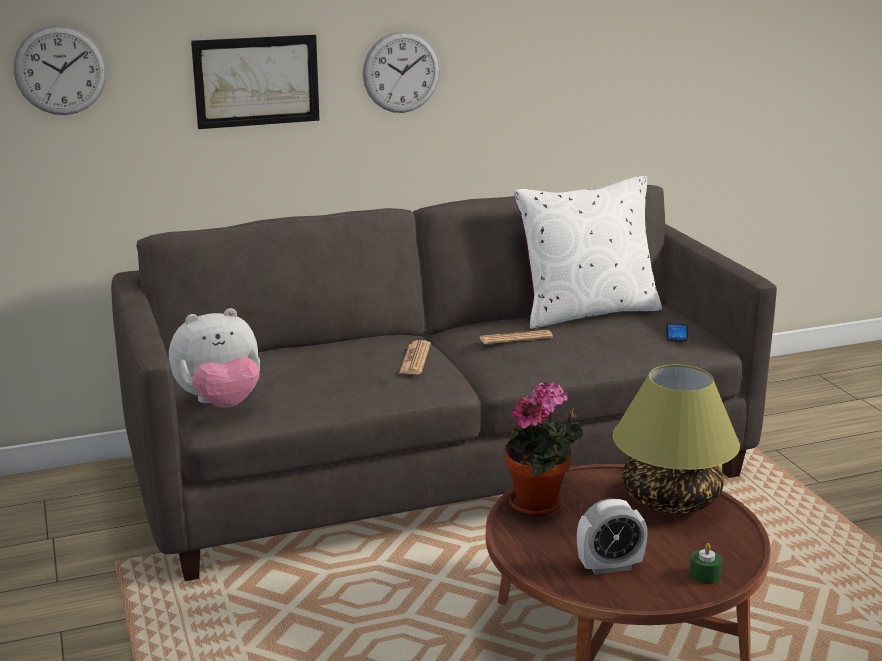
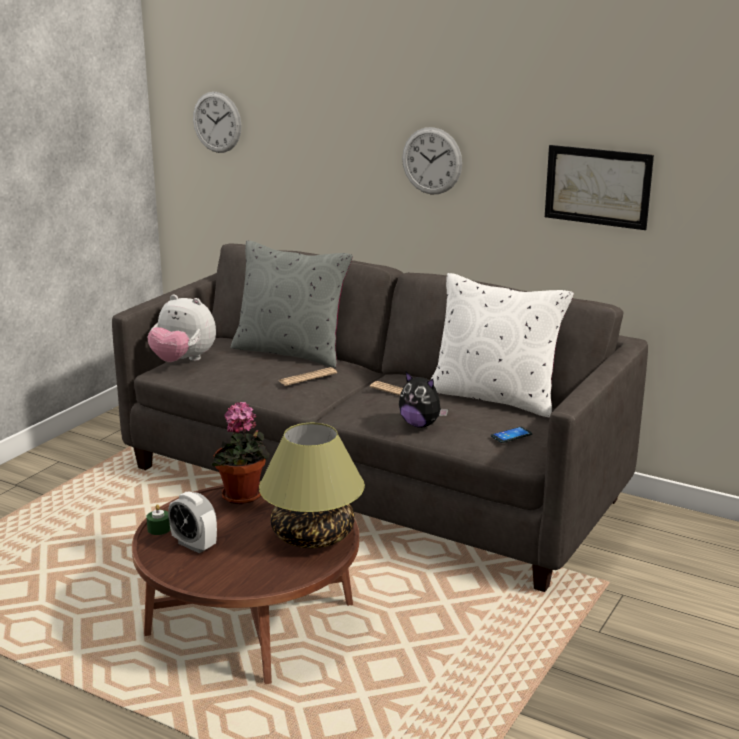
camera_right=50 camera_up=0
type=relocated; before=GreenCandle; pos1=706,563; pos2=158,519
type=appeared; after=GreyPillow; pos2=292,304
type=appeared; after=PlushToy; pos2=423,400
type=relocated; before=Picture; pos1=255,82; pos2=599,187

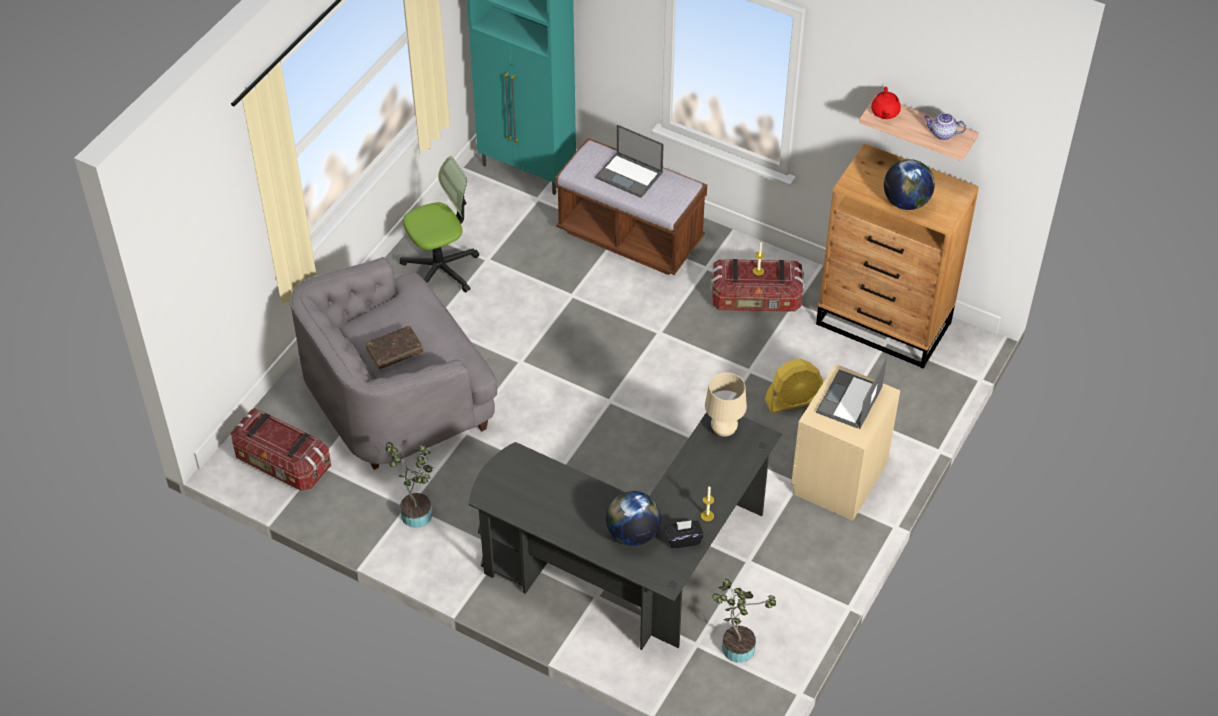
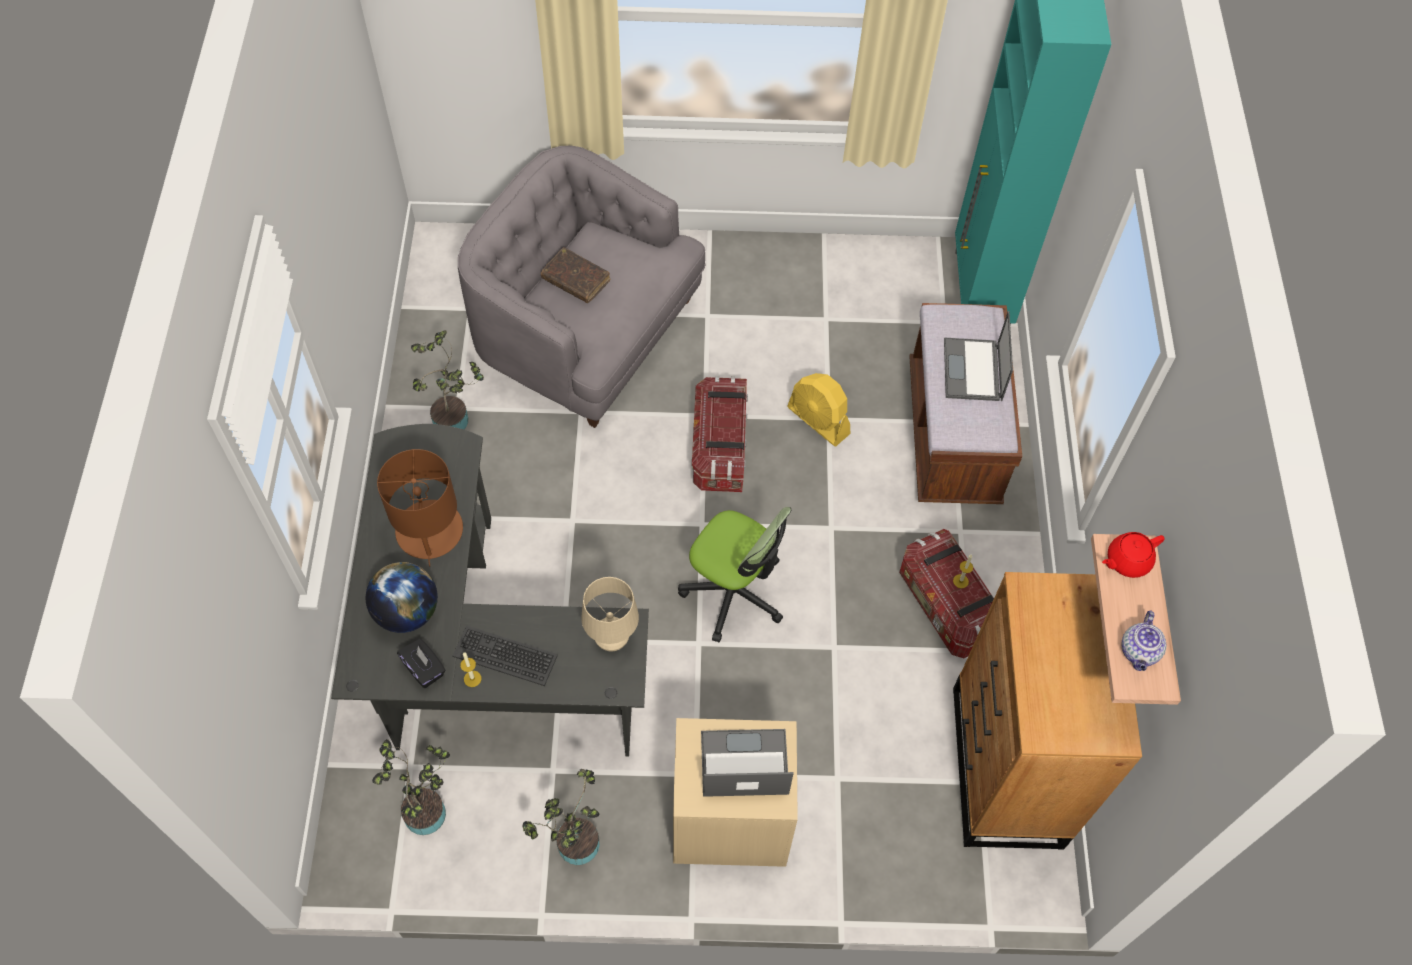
camera_right=60 camera_up=10
type=appeared; after=BrownTableLamp; pos2=420,507
type=appeared; after=Keyboard; pos2=505,656
type=appeared; after=PottedPlant; pos2=561,817
type=relocated; before=OfficeChair; pos1=439,225; pos2=734,574
type=relocated; before=StorageBox; pos1=281,449; pos2=720,434
type=relocated; before=YellowFan; pos1=794,386; pos2=818,409
type=spun; before=Teapot; pos1=945,126; pos2=1143,641; turn=-150
type=missing; before=Globe; pos1=909,184

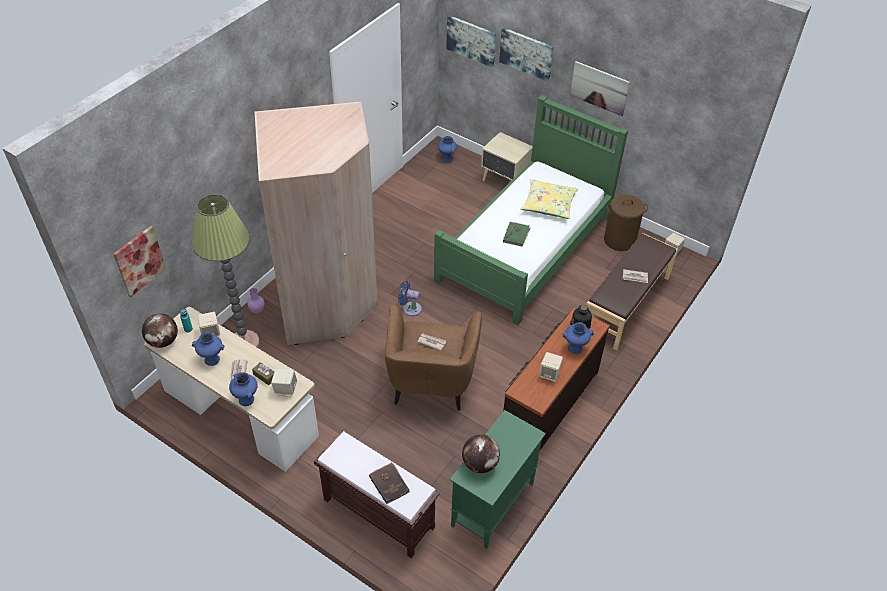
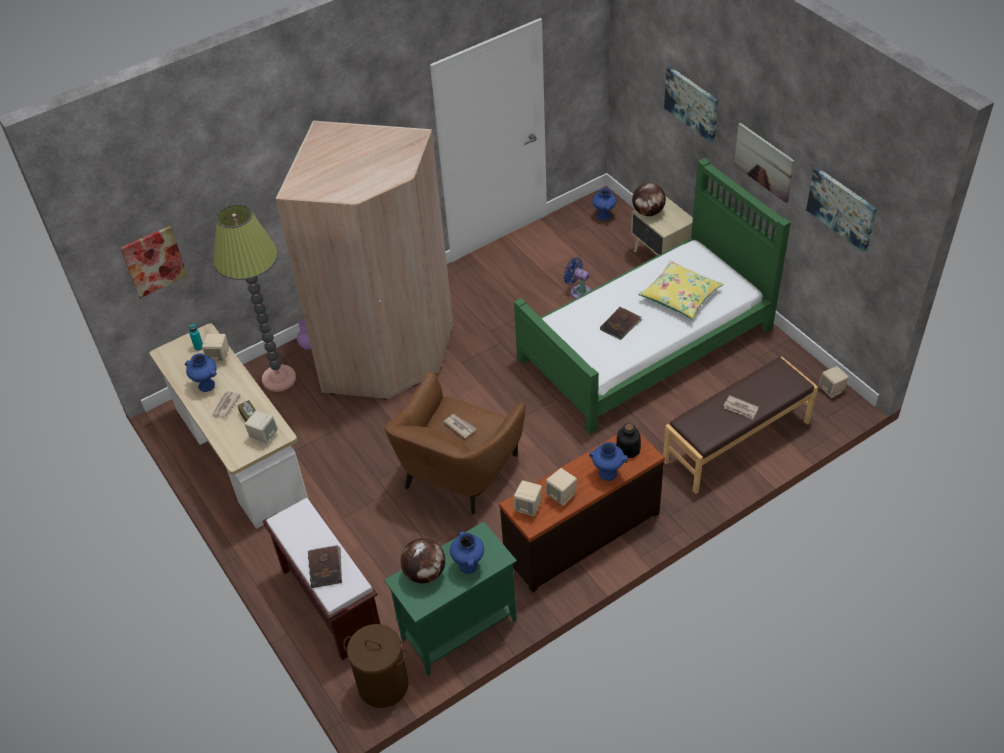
camera_right=25 camera_up=0
type=relocated; before=BrownLaundryBasket; pos1=626,222; pos2=376,666
type=relocated; before=BlueVase; pos1=243,389; pos2=467,552
type=appeared; after=BeigeSpeaker; pos2=528,498
type=relocated; before=BlueFan; pos1=410,298; pos2=577,278
type=colour; before=GreenBook; after=BrownBook; pos1=516,234; pos2=621,323
type=relocated; before=Globe; pos1=160,331; pos2=649,199
type=relocated; before=Picture; pos1=471,41; pos2=841,209

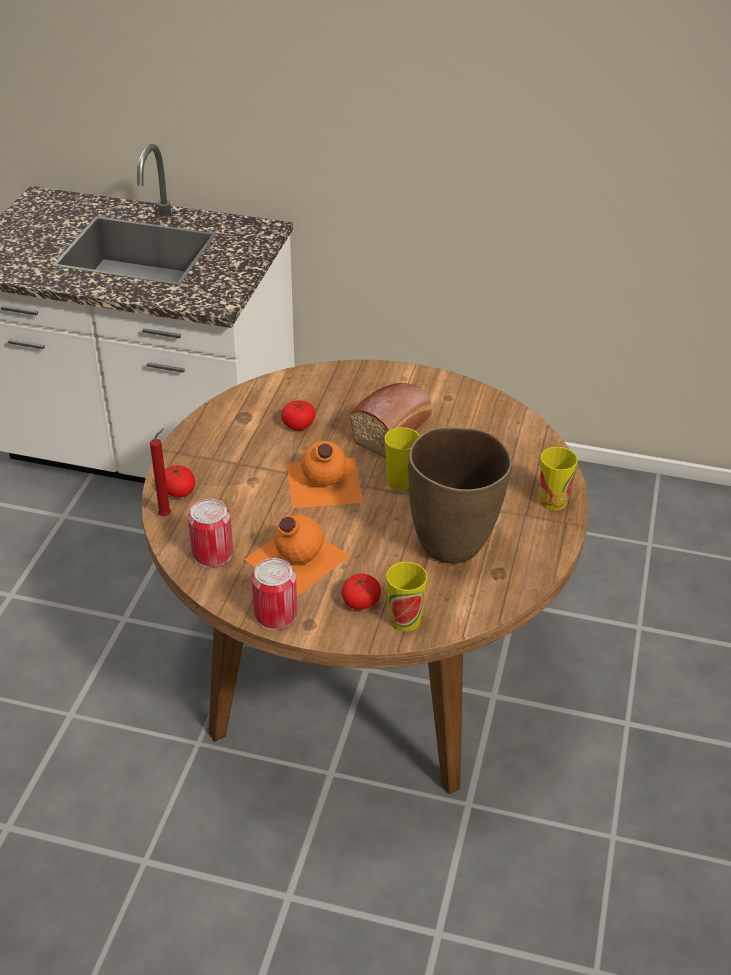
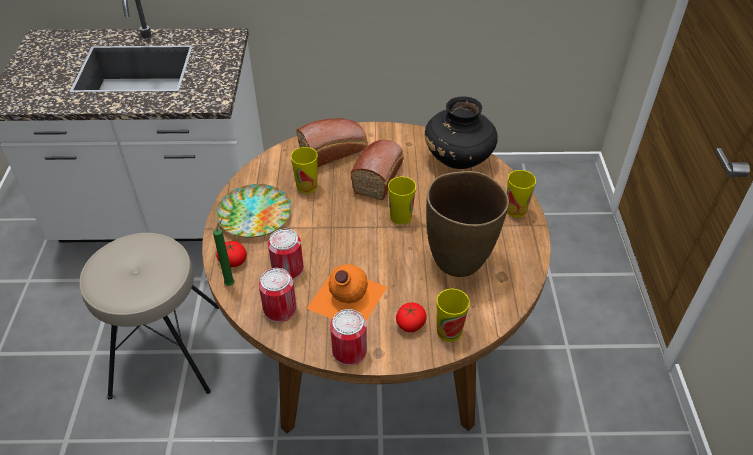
camera_right=-15 camera_up=5
type=appeared; after=BeigeStool; pos2=149,316
type=colour; before=RedCandle; after=GreenCandle; pos1=160,472; pos2=224,252
type=appeared; after=Plate; pos2=254,211
type=appeared; after=Can; pos2=285,254
type=exchanged; before=Tomato; after=Cup; pos1=298,415; pos2=304,170
type=appeared; after=Bread; pos2=332,142
type=appeared; after=BlackVase; pos2=461,132
type=missing; before=OrangeBottle; pos1=325,474

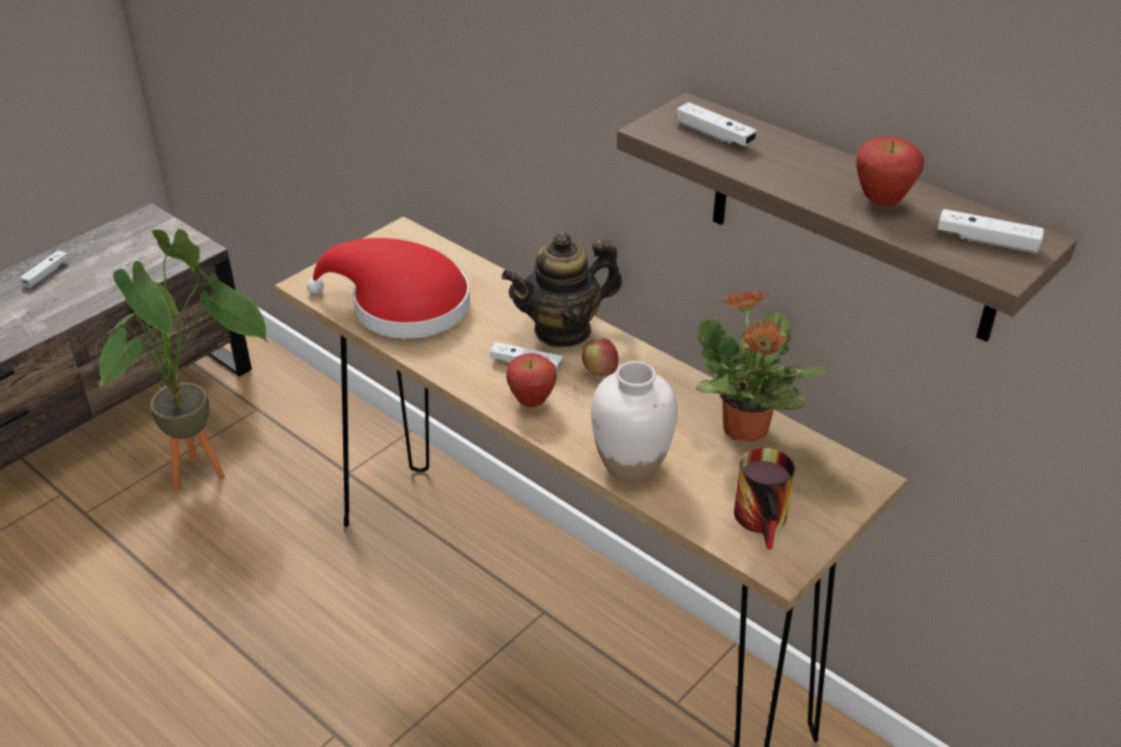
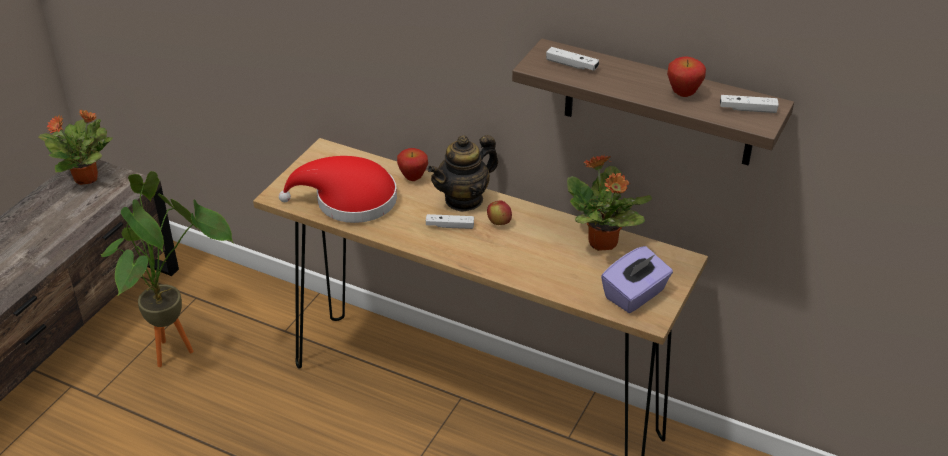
camera_right=-15 camera_up=0
type=appeared; after=PottedPlant; pos2=75,147
type=relocated; before=Apple; pos1=531,380; pos2=412,164
type=exchanged; before=Mug; after=PurpleTissueBox; pos1=764,499; pos2=637,279
type=missing; before=WhiteGameController; pos1=44,269
type=missing; before=WhiteVase; pos1=634,422

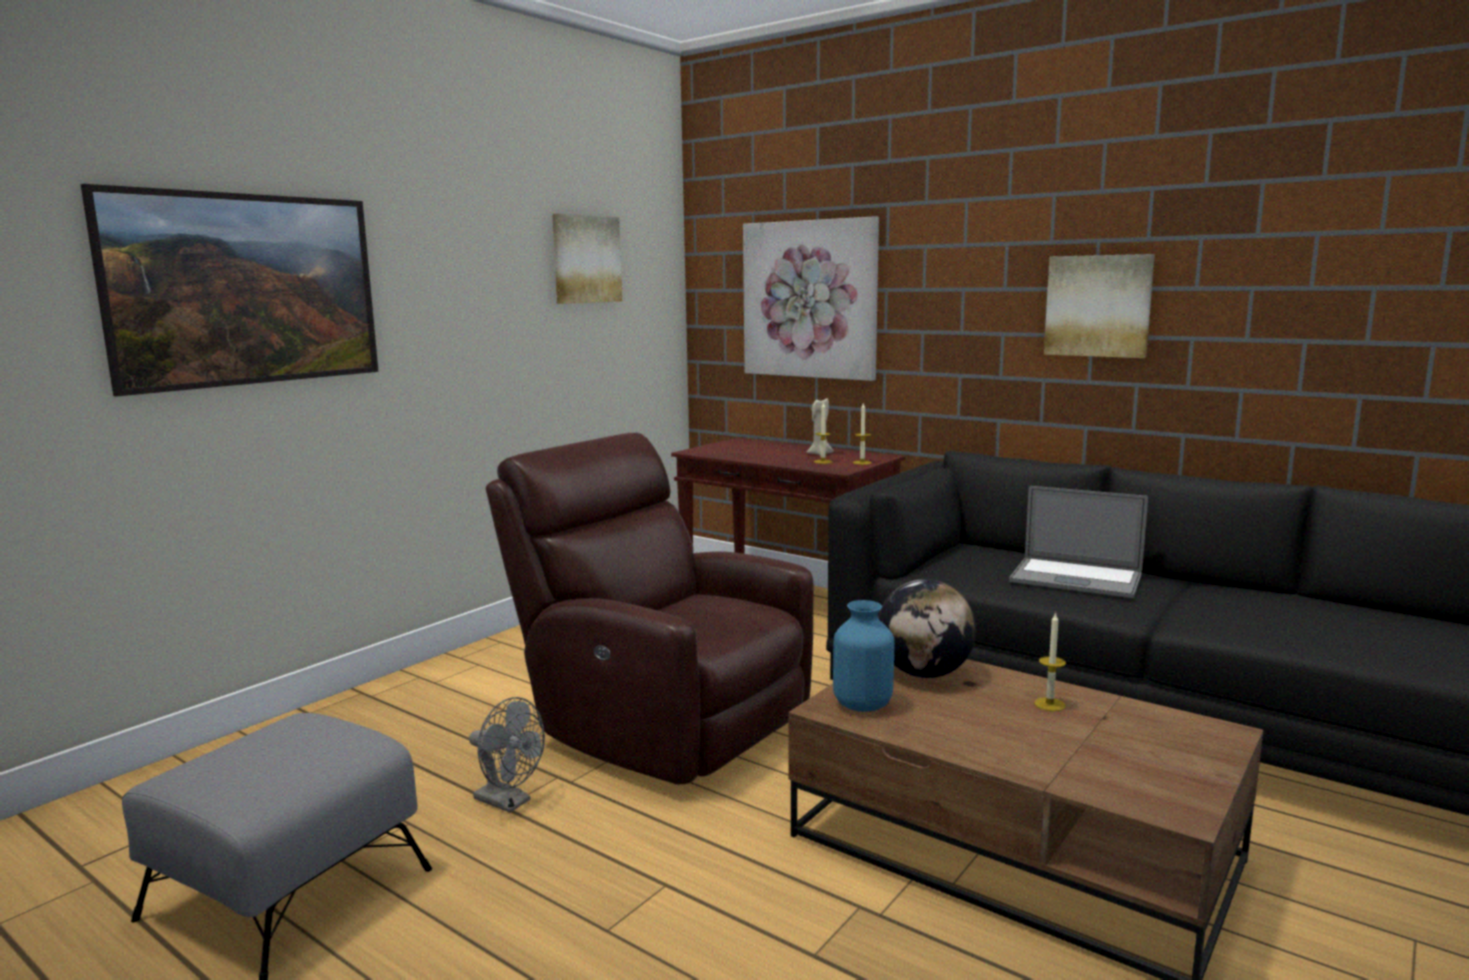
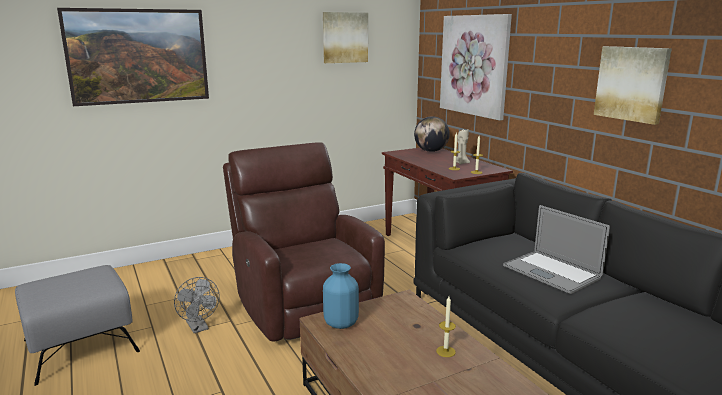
camera_right=25 camera_up=5
type=relocated; before=Globe; pos1=927,628; pos2=432,134

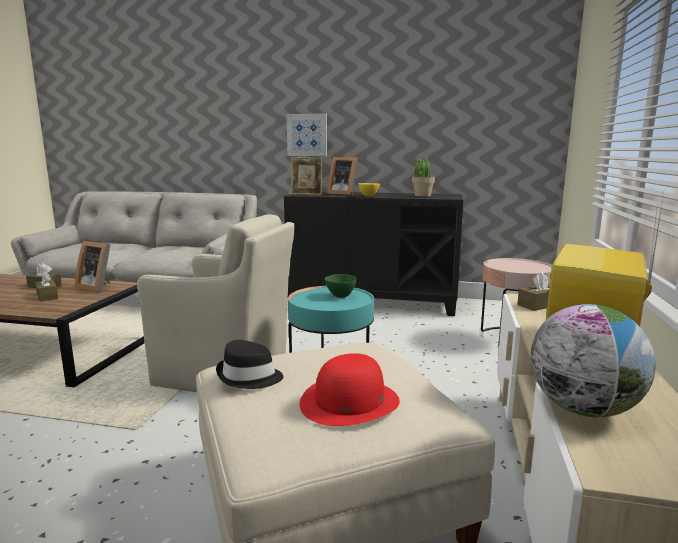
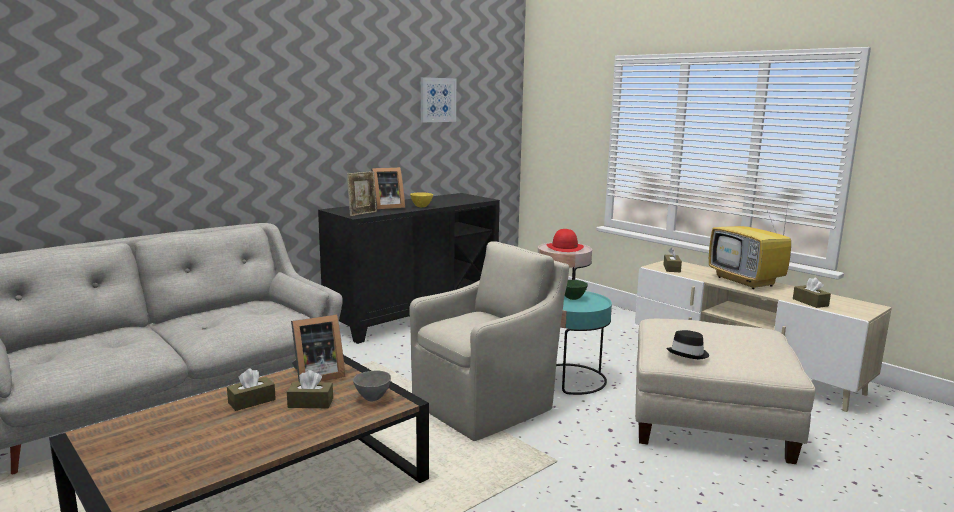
camera_right=-55 camera_up=0
type=appeared; after=GreyBowl; pos2=372,386
type=relocated; before=Picture; pos1=306,134; pos2=438,99
type=relocated; before=RedHat; pos1=350,389; pos2=565,240
type=exchanged; before=Globe; after=BrownTissueBox; pos1=593,360; pos2=812,292
type=missing; before=PottedPlant; pos1=423,177

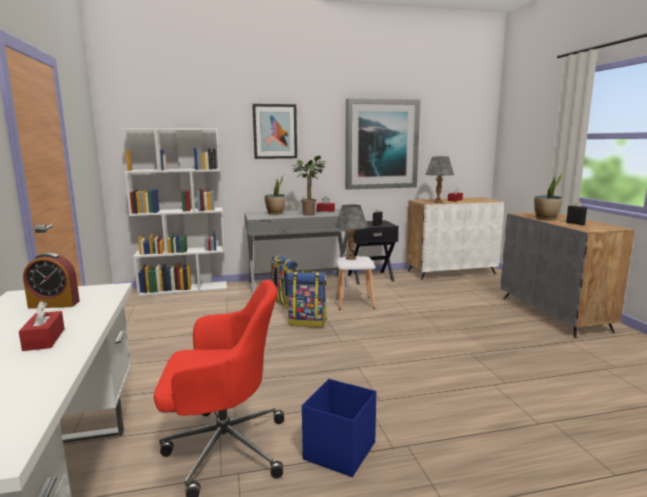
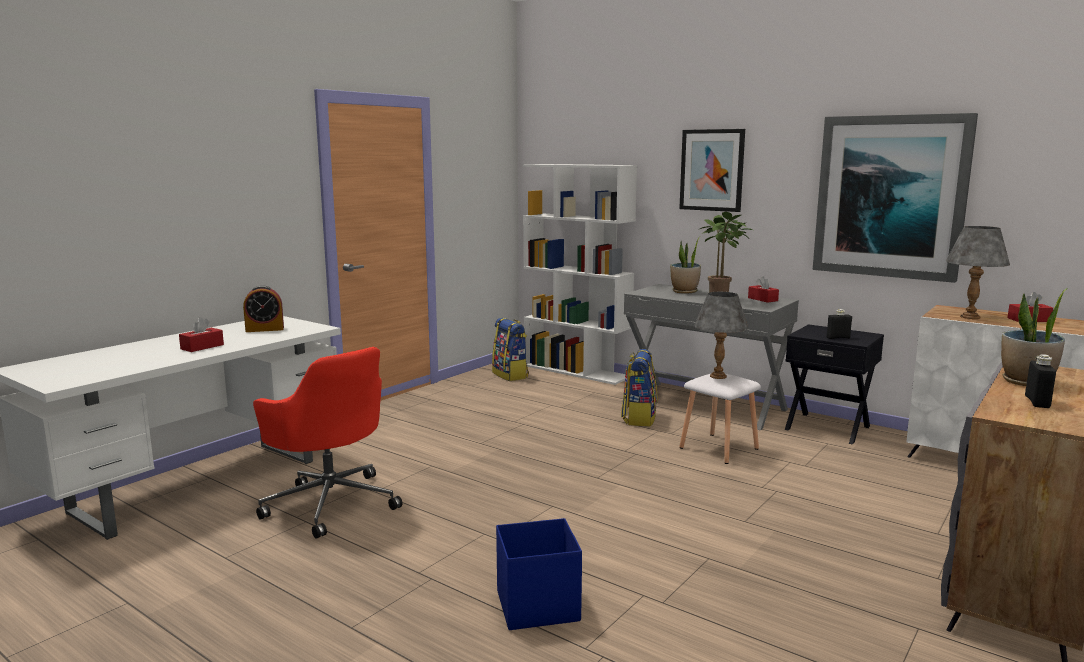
camera_right=50 camera_up=0
type=spun; before=AlarmClock; pos1=51,280; pos2=263,308; turn=-60
type=relocated; before=Backpack; pos1=307,299; pos2=510,349
type=relocated; before=BlueStorageBox; pos1=339,428; pos2=539,574

